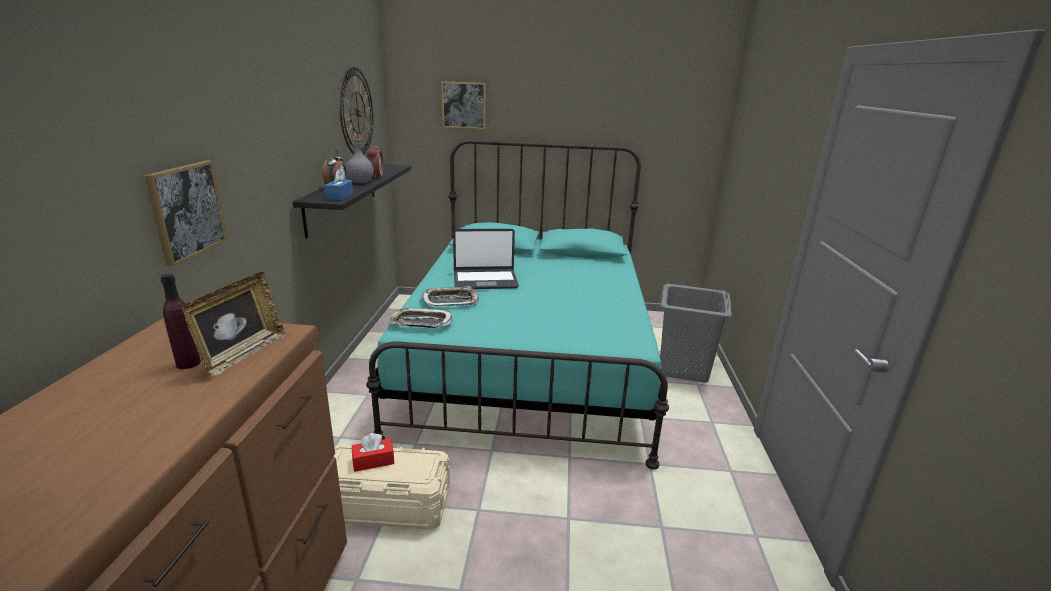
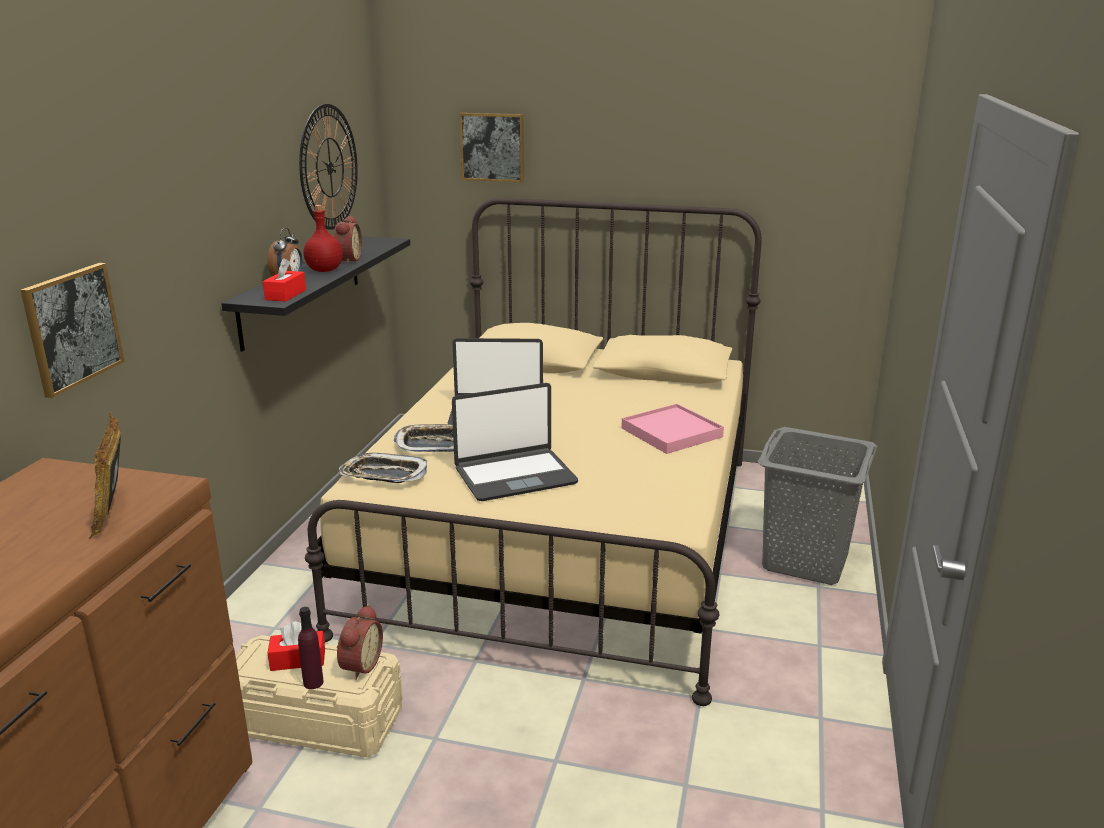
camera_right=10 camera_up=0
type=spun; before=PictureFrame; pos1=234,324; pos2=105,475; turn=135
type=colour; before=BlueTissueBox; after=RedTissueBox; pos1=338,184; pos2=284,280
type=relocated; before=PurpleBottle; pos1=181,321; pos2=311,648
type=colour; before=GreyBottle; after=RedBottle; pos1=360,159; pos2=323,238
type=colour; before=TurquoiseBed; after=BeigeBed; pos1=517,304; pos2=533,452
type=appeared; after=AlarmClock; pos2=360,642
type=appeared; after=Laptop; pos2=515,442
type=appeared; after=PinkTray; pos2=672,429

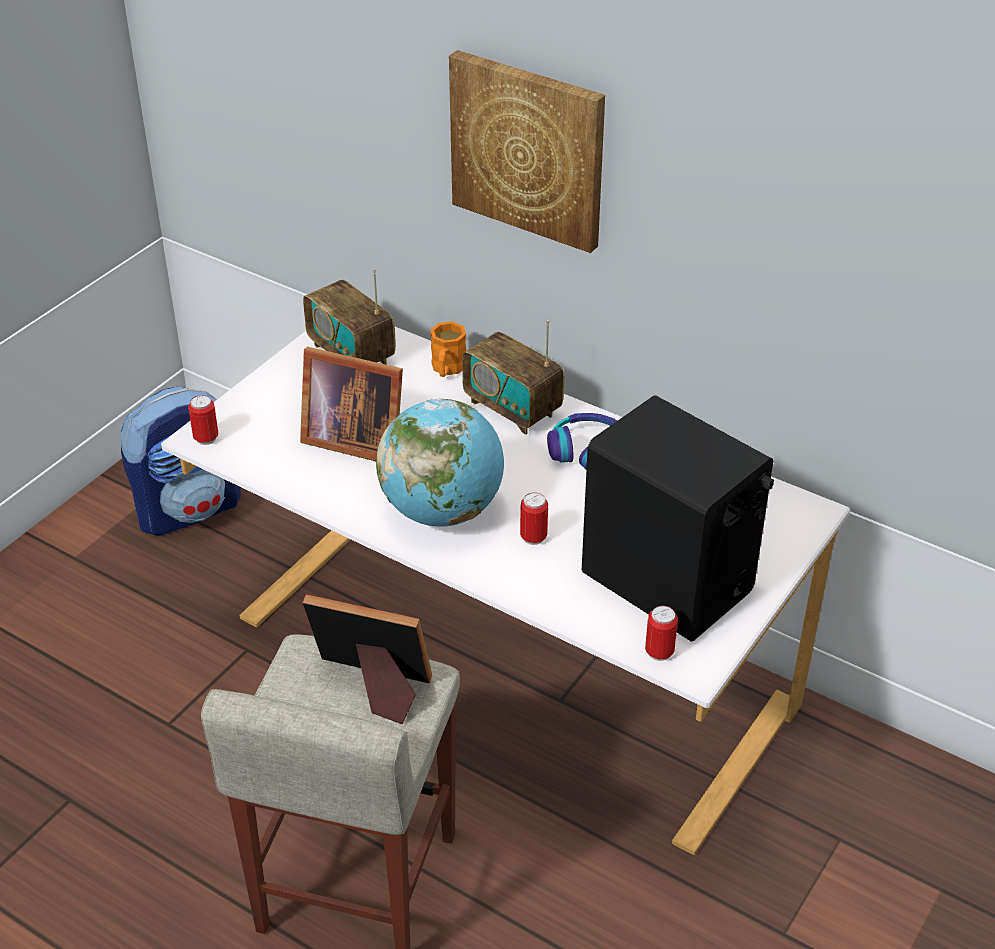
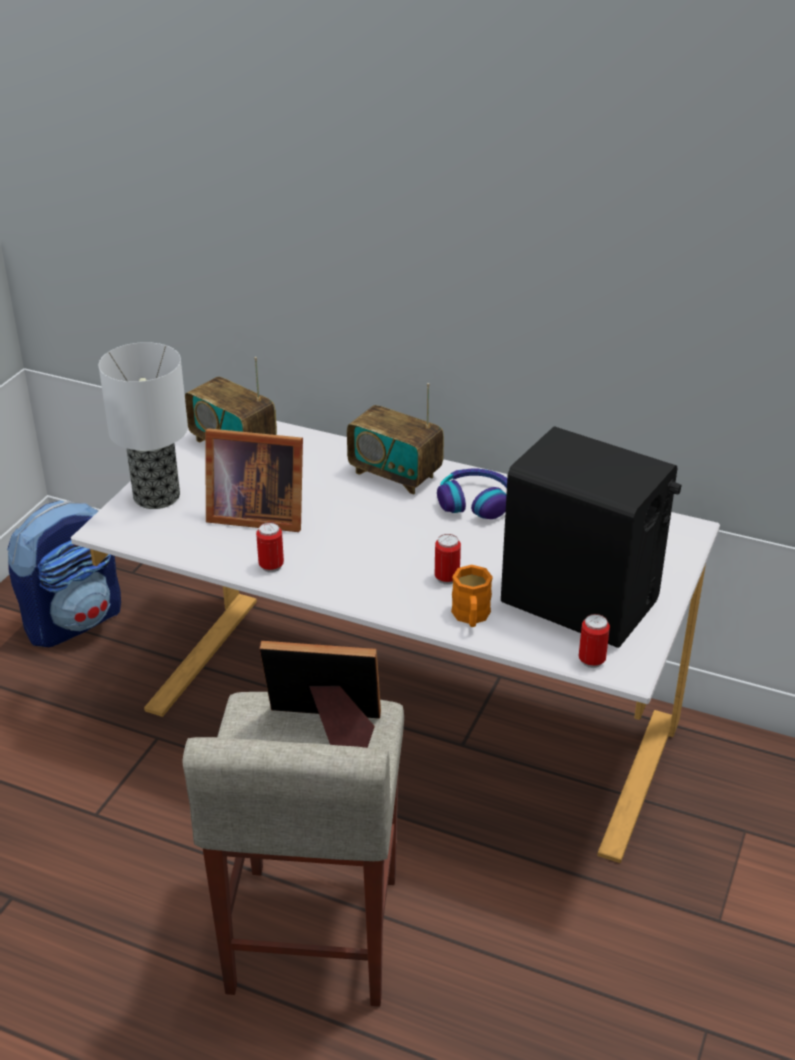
camera_right=-10 camera_up=-5
type=appeared; after=TableLamp; pos2=143,425
type=relocated; before=Can; pos1=203,420; pos2=270,547
type=relocated; before=OrangeMug; pos1=448,349; pos2=472,596
type=missing; before=Globe; pos1=440,463
type=missing; before=Picture; pos1=527,151

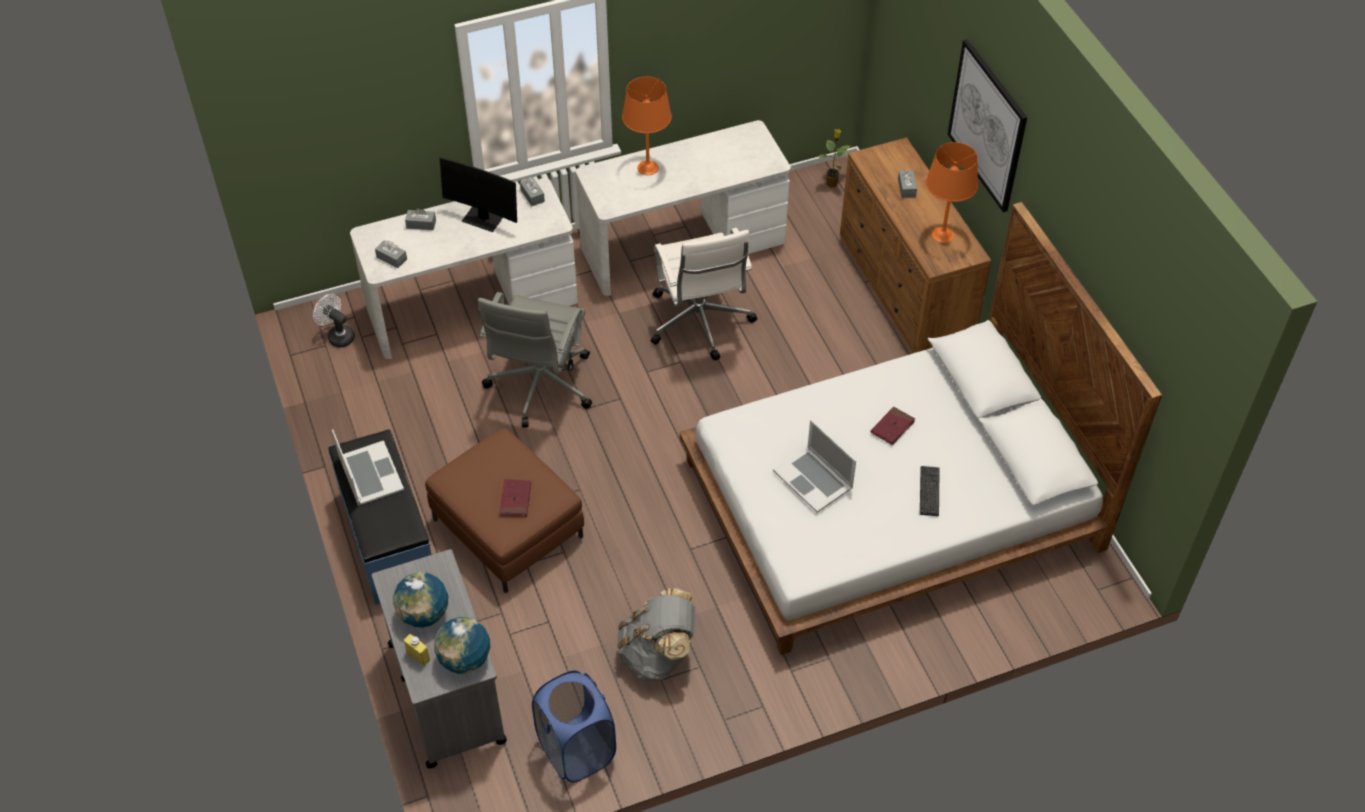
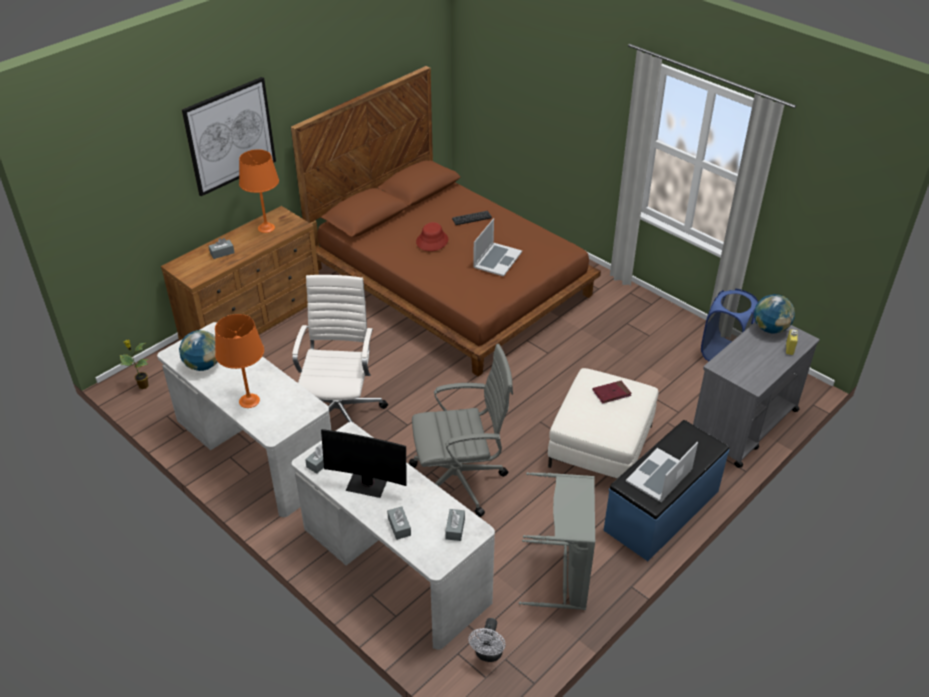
camera_right=-115 camera_up=-10
type=relocated; before=Globe; pos1=420,599; pos2=198,350
type=colour; before=WhiteBed; after=BrownBed; pos1=921,428; pos2=446,221
type=spun; before=WhiteOfficeChair; pos1=704,294; pos2=340,348; turn=-45
type=spun; before=Monitor; pos1=478,194; pos2=364,463; turn=105
type=exchanged; before=RedBook; after=RedHat; pos1=893,426; pos2=432,236
type=appeared; after=GreyLaundryBasket; pos2=557,541
type=colour; before=BrownOttoman; after=WhiteOttoman; pos1=504,510; pos2=603,423
type=missing; before=GreyBackpack; pos1=656,634

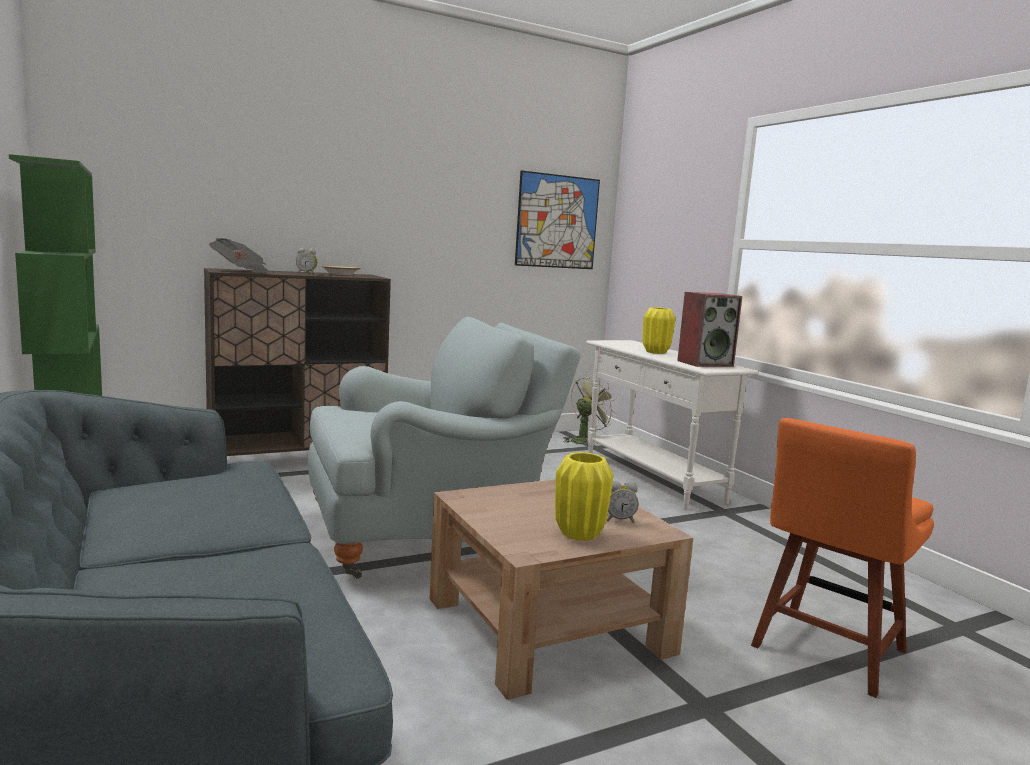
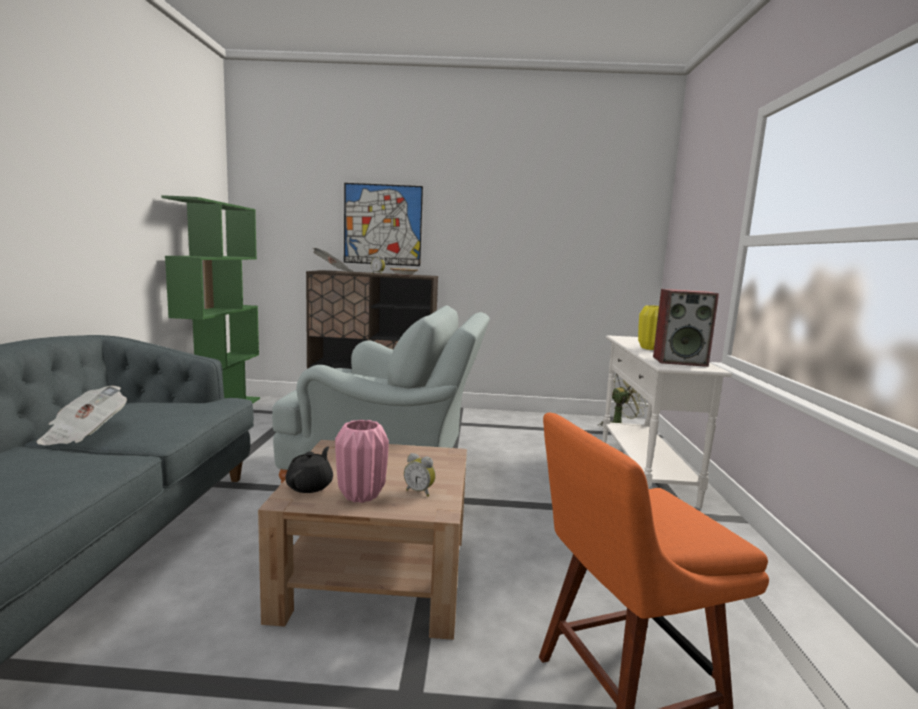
camera_right=30 camera_up=0
type=appeared; after=Newspaper; pos2=82,415
type=appeared; after=BlackTeapot; pos2=309,470
type=colour; before=YellowVase; after=PinkVase; pos1=584,496; pos2=362,461
type=relocated; before=Picture; pos1=557,219; pos2=383,224

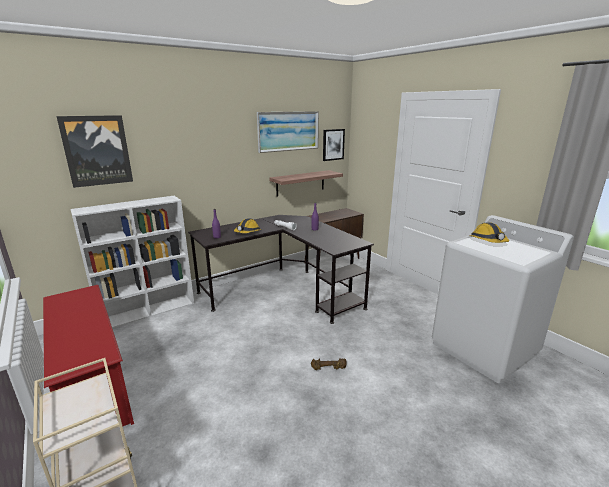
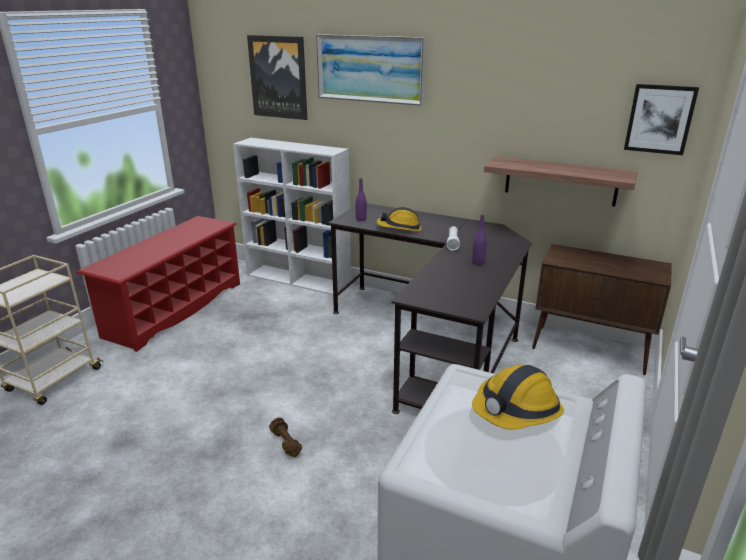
camera_right=60 camera_up=5
type=relocated; before=Picture; pos1=288,132; pos2=371,70

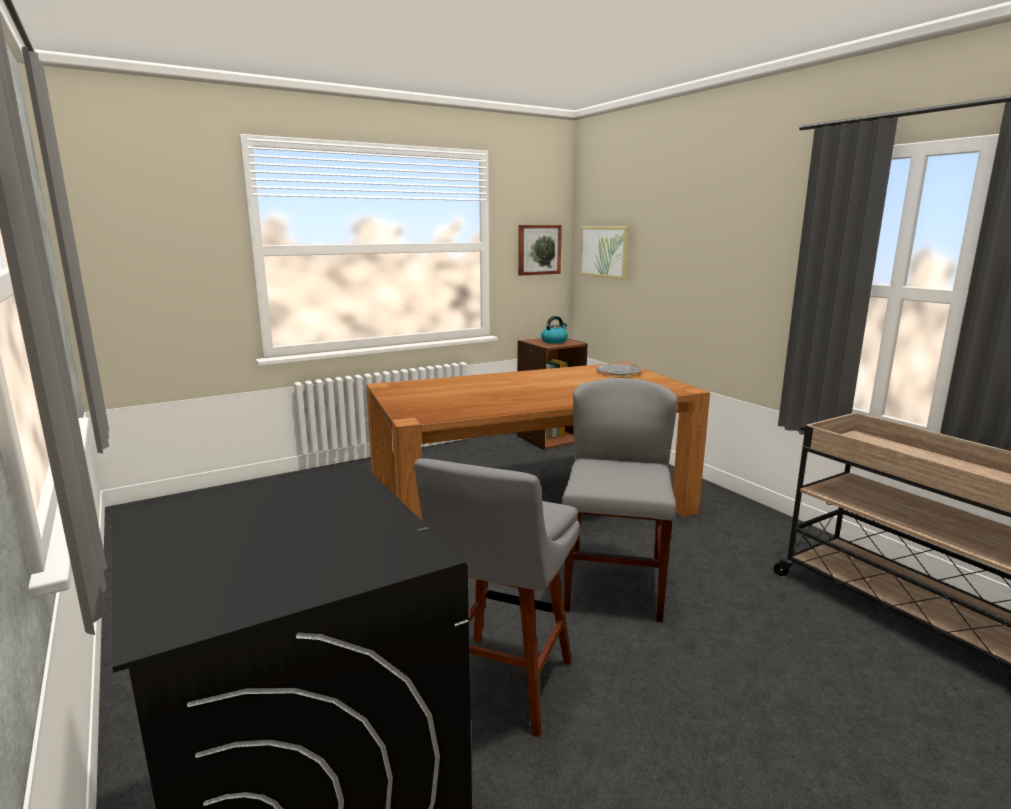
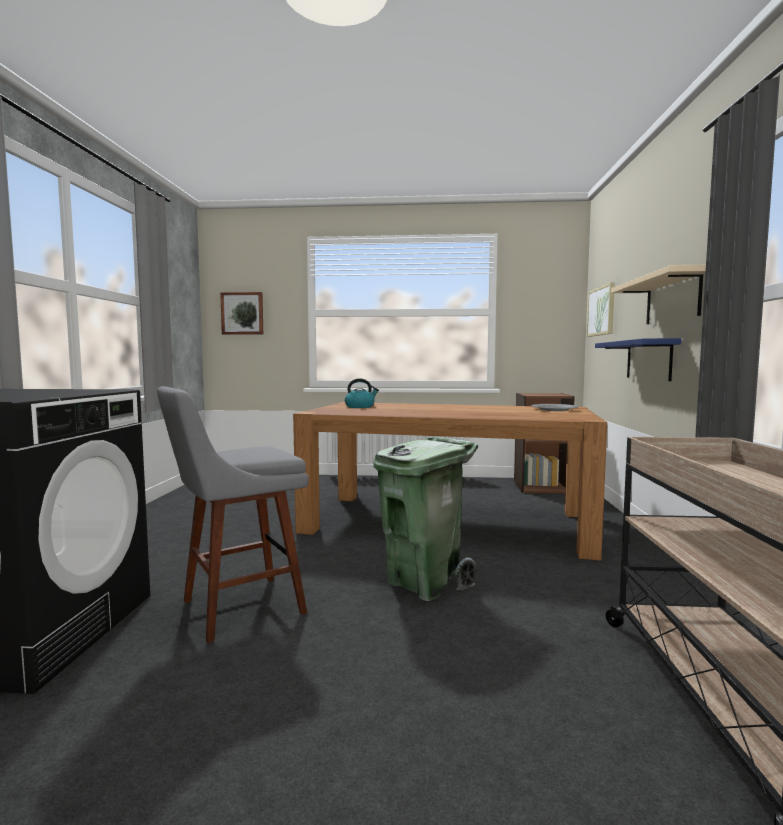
camera_right=35 camera_up=-10
type=relocated; before=Picture; pos1=540,250; pos2=241,313
type=relocated; before=Kettle; pos1=554,330; pos2=362,393
type=exchanged; before=GreyChair; after=GreenTrashCan; pos1=620,500; pos2=425,519
type=appeared; after=BlueShelf; pos2=638,359
type=appeared; after=BeigeShelf; pos2=658,294

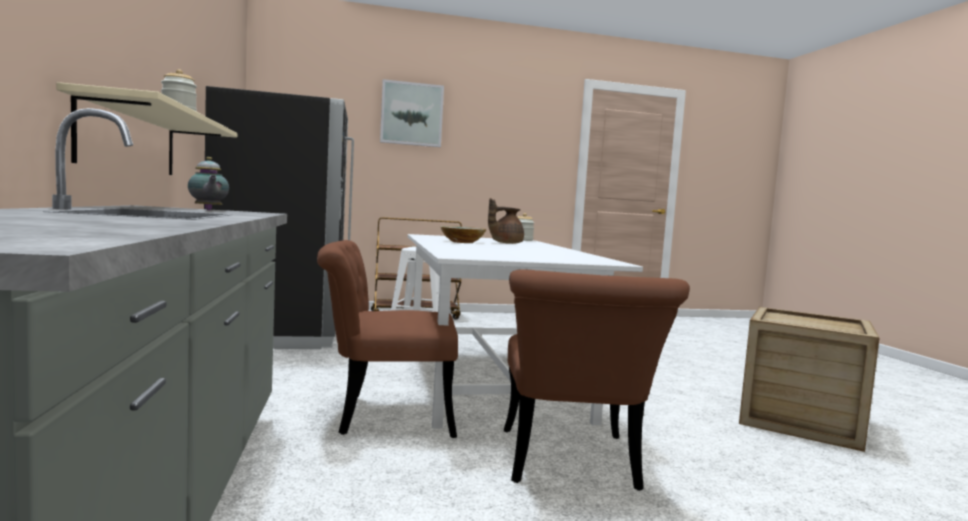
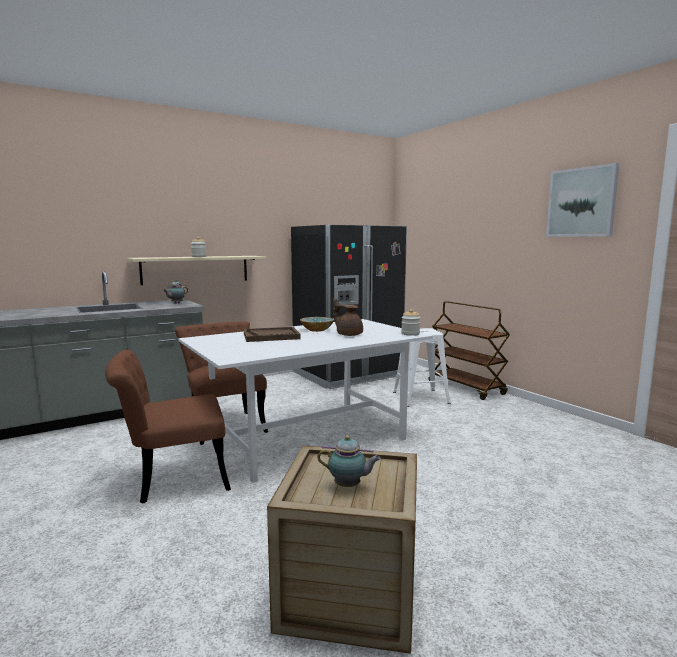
camera_right=70 camera_up=5
type=appeared; after=BrownTray; pos2=272,334
type=appeared; after=Teapot; pos2=349,461
type=relocated; before=Picture; pos1=412,113; pos2=582,200

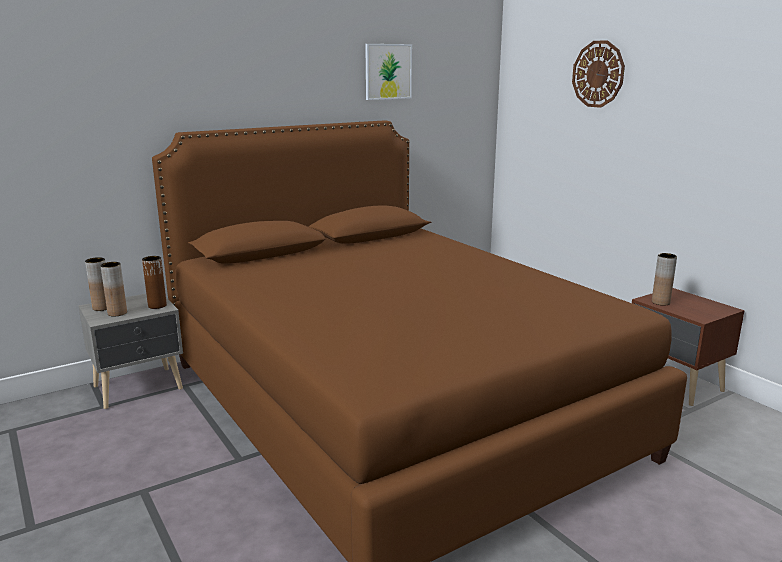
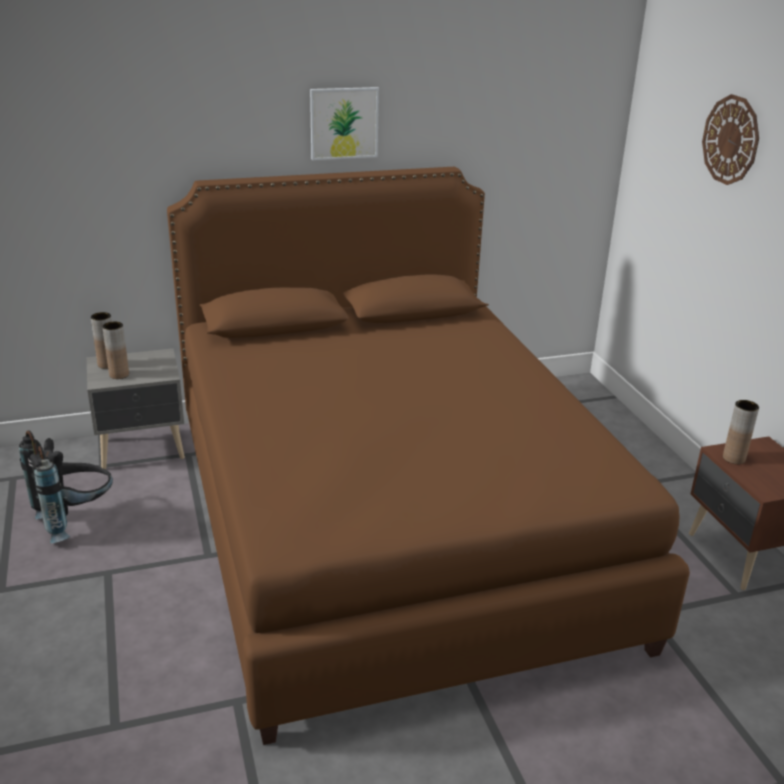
camera_right=15 camera_up=10
type=appeared; after=BlackBackpack; pos2=66,486
type=relocated; before=Picture; pos1=388,72; pos2=344,123
type=missing; before=BrownVase; pos1=154,282

